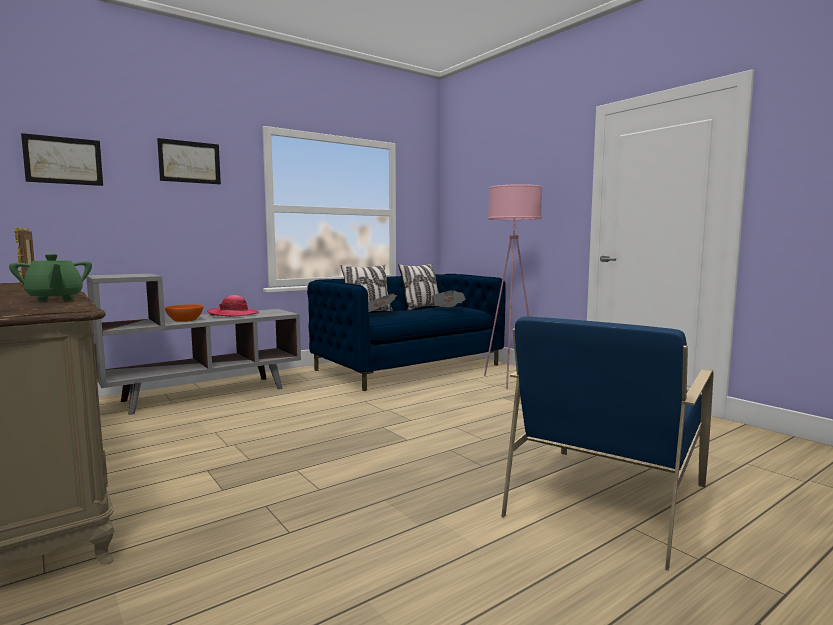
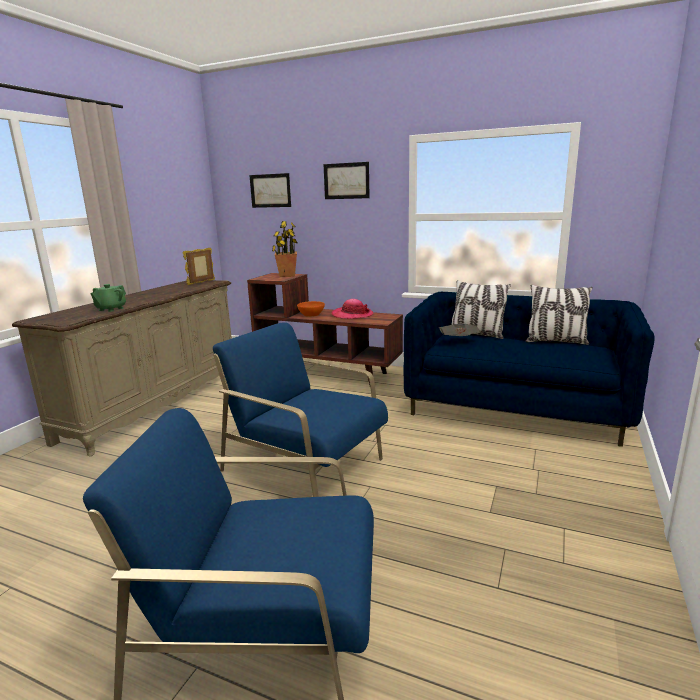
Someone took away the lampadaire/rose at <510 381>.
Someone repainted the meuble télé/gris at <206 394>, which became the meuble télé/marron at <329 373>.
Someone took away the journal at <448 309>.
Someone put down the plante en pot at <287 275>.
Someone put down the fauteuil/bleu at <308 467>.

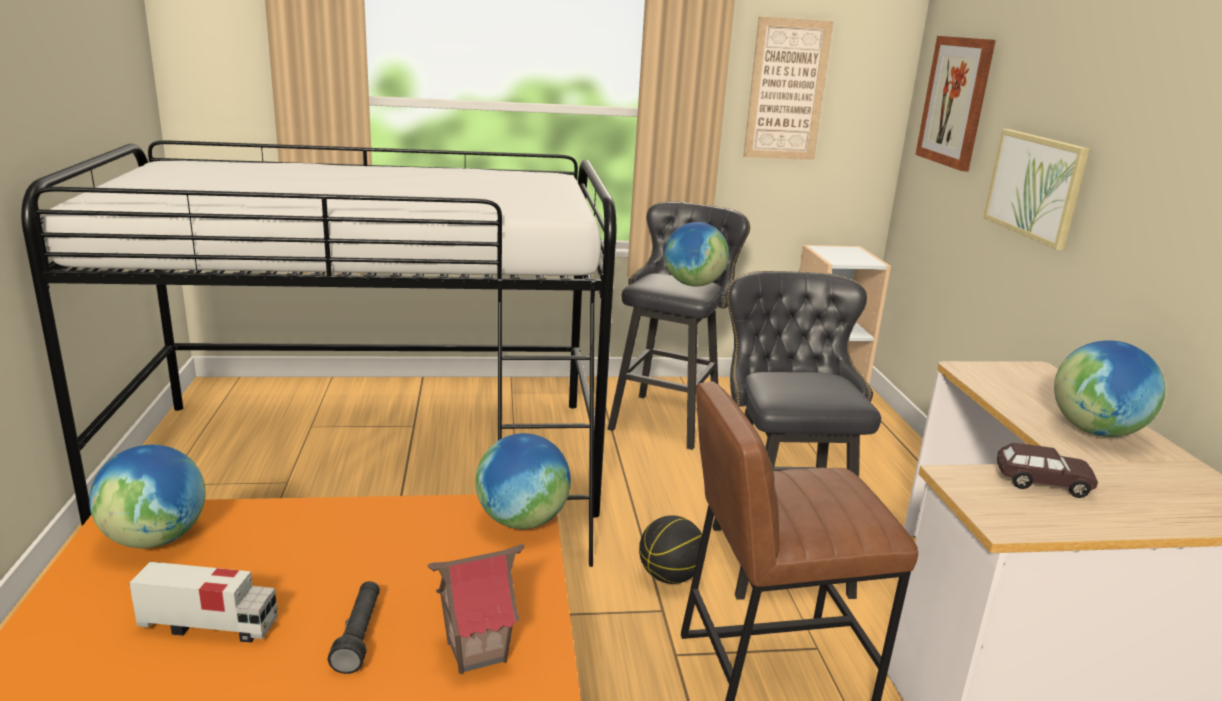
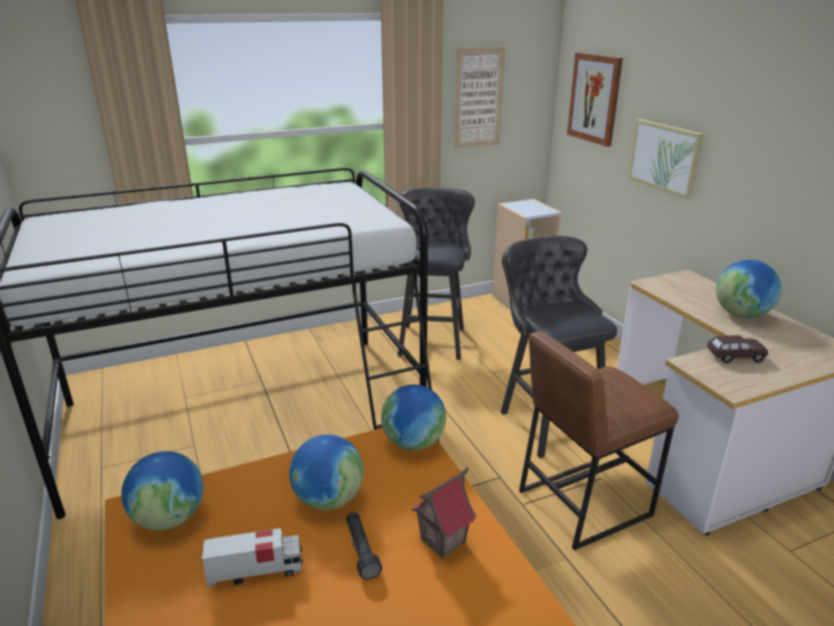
Someone carried the globe from <693 284> to <328 499>.
Someone took away the ballon de basket at <670 577>.

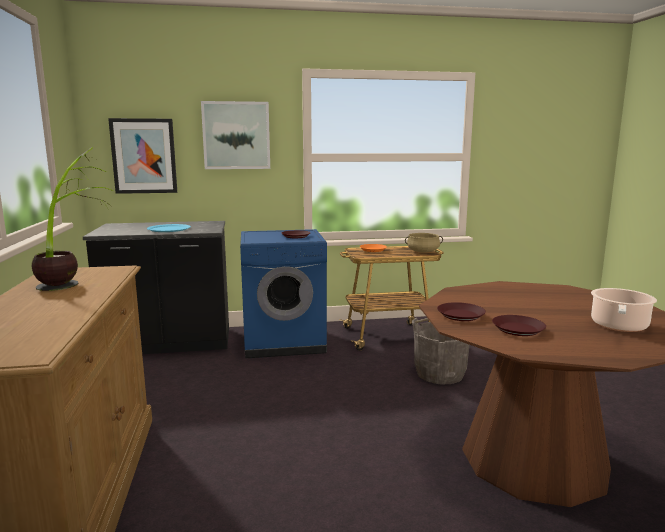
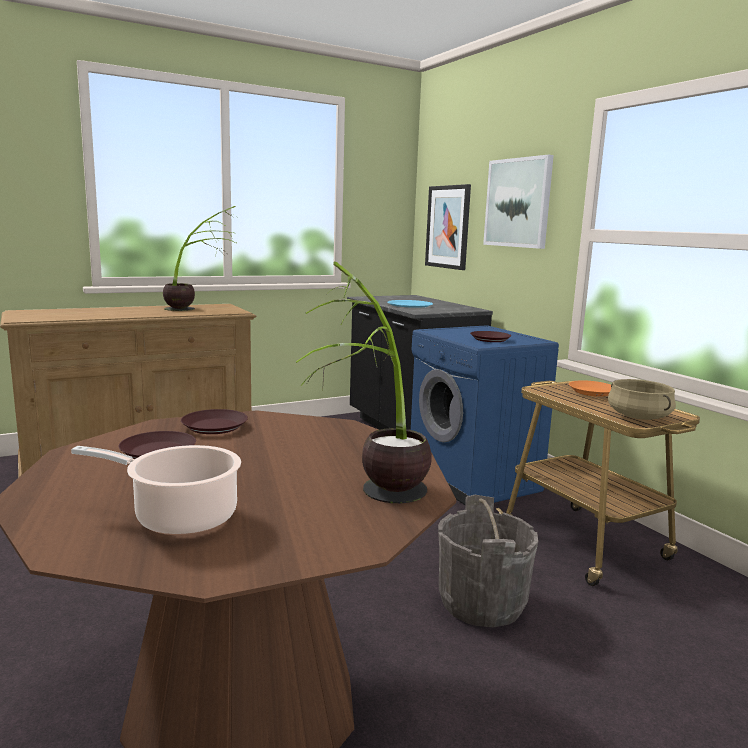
Someone put down the plante en pot at <374 503>.

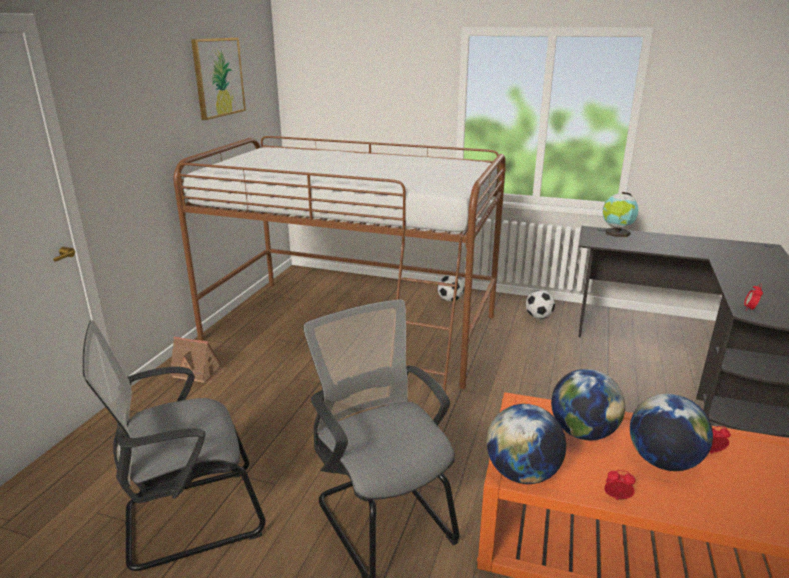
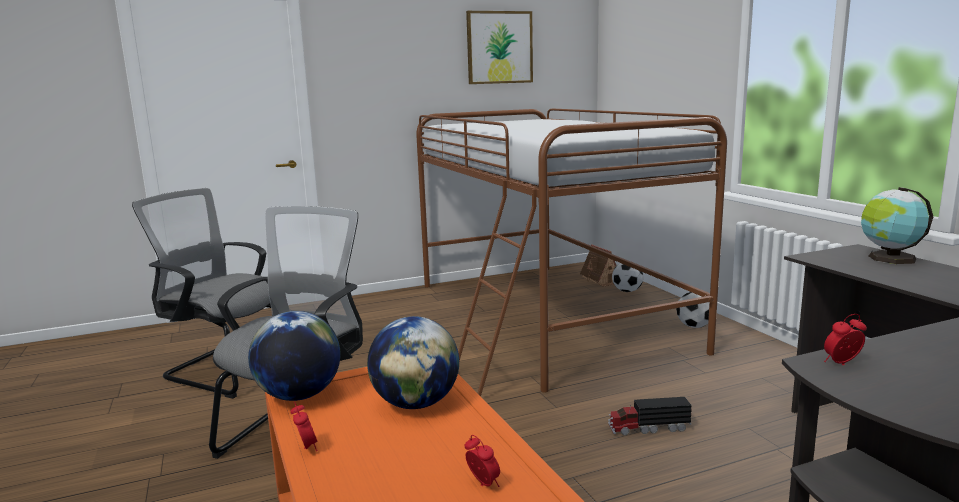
Someone carried the ballon de foot from <538 317> to <627 291>.
Someone carried the maison miniature from <198 373> to <602 279>.
Someone took away the globe at <663 461>.
Someone put down the camion jouet at <647 428>.

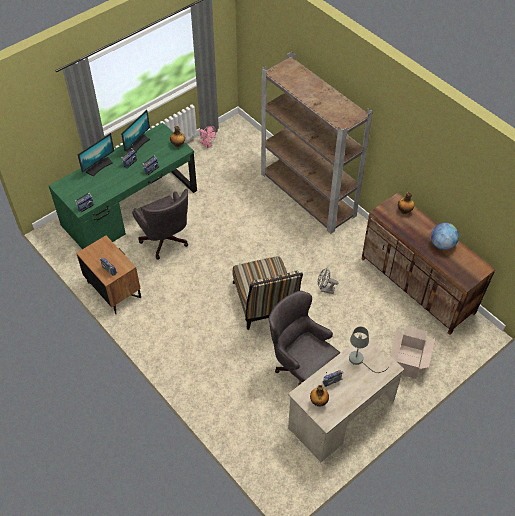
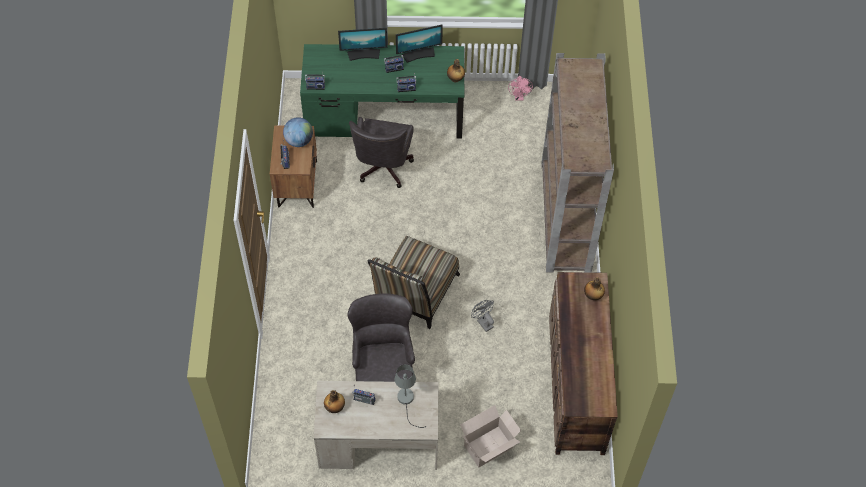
Someone carried the globe from <442 244> to <299 141>.

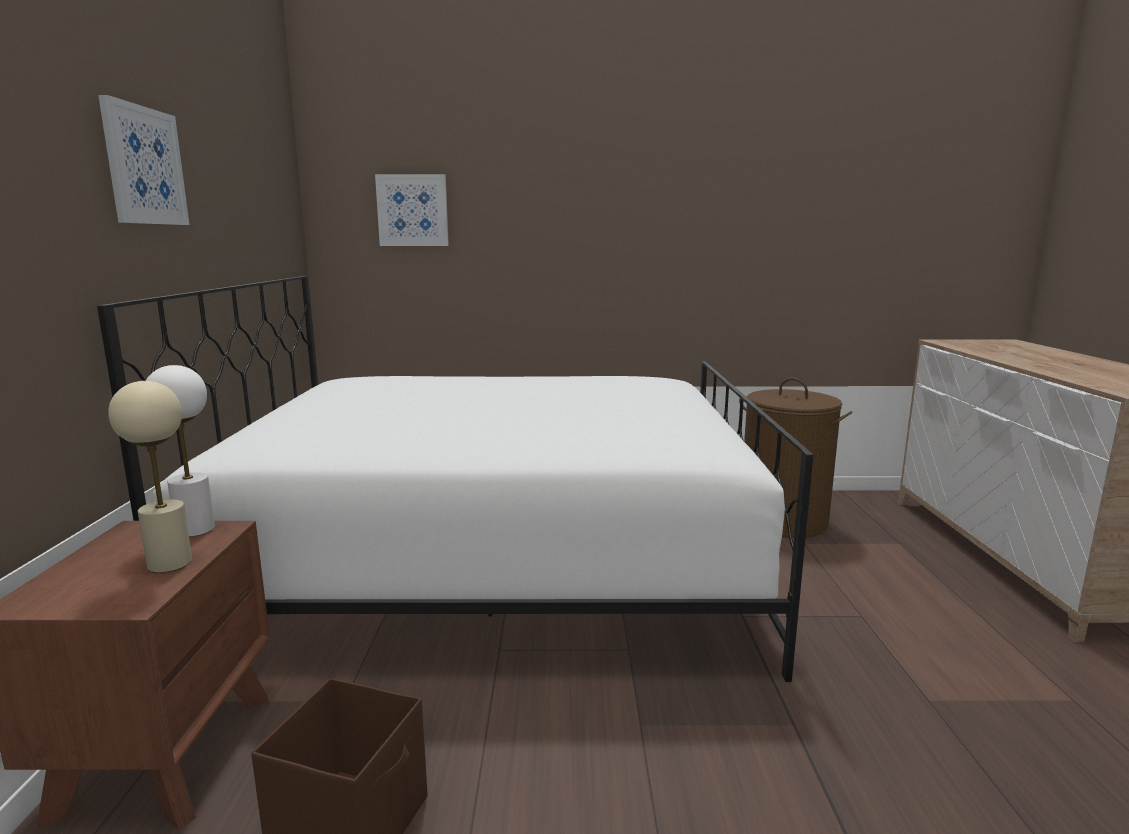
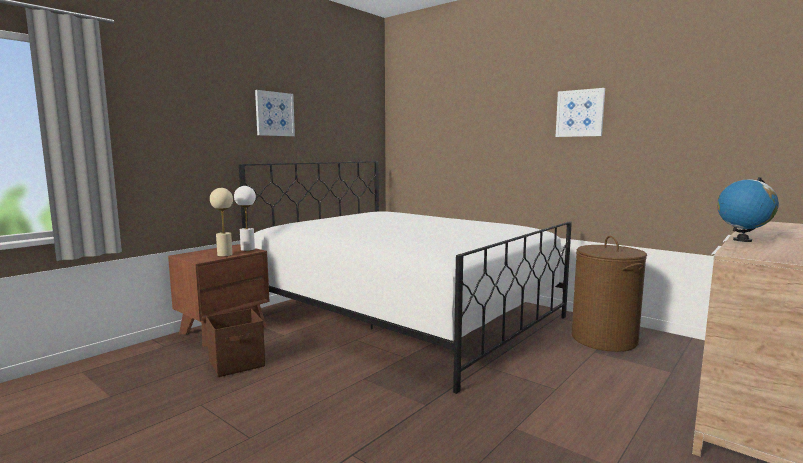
Someone carried the tableau from <413 210> to <580 113>.
Someone put down the globe at <742 240>.

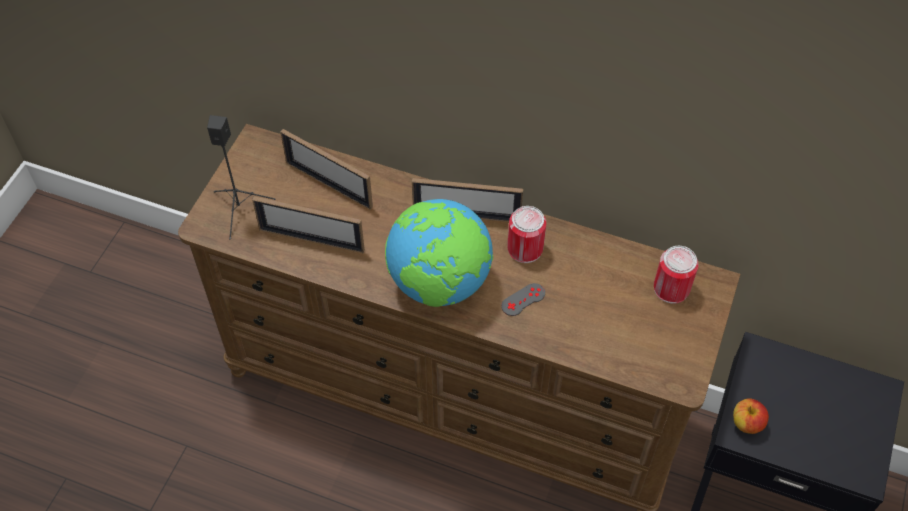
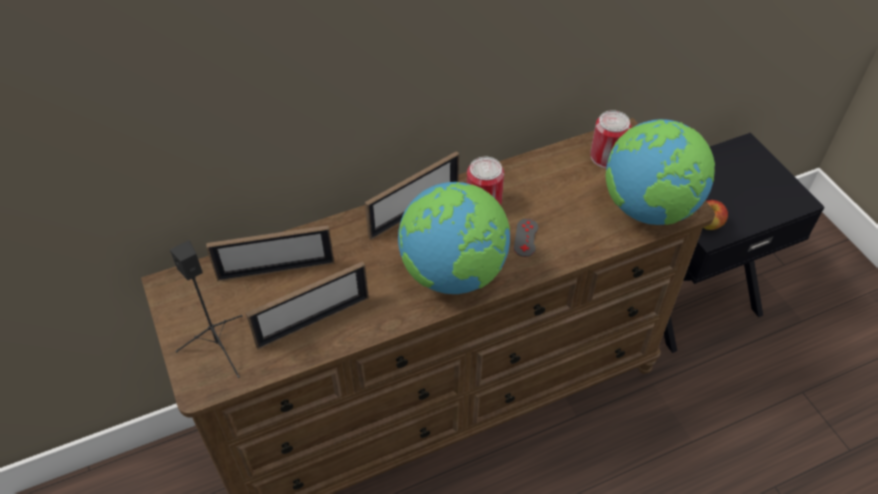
Someone put down the globe at <649 209>.

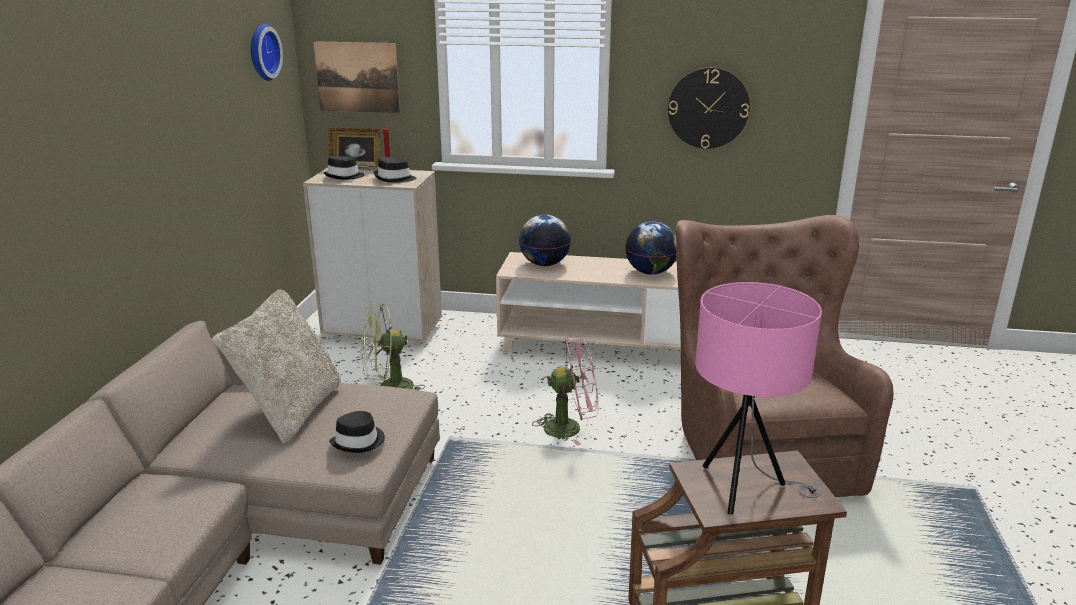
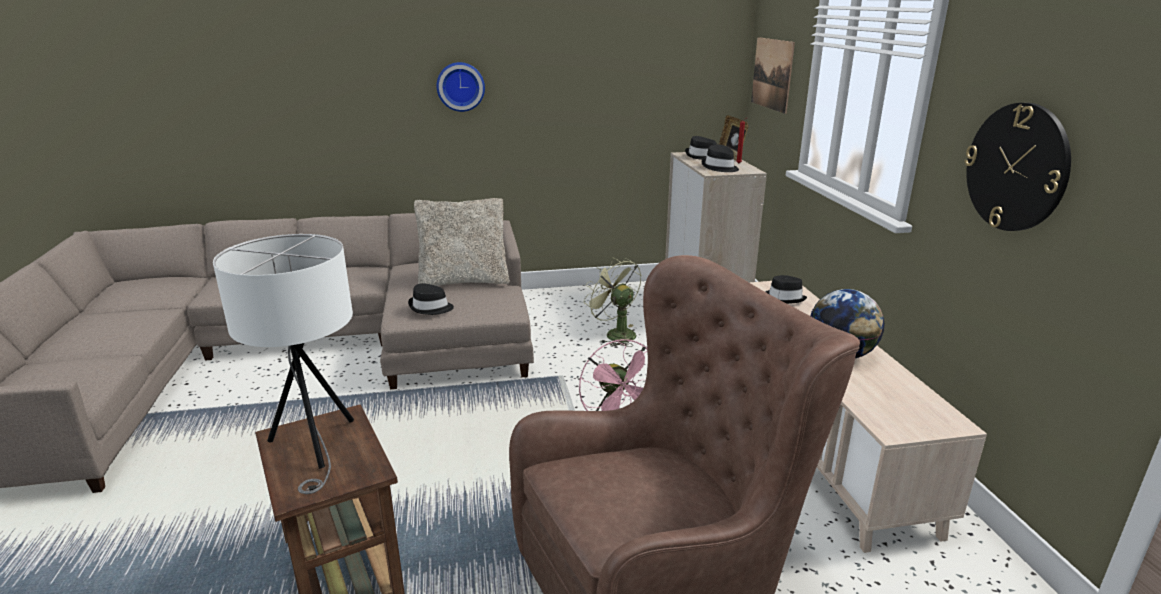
Someone carried the horloge murale from <261 52> to <460 86>.
Someone swapped the globe at <544 264> for the chapeau/noir at <784 298>.
Someone repainted the lampe de table/rose at <744 489>, which became the lampe de table/blanc at <314 447>.

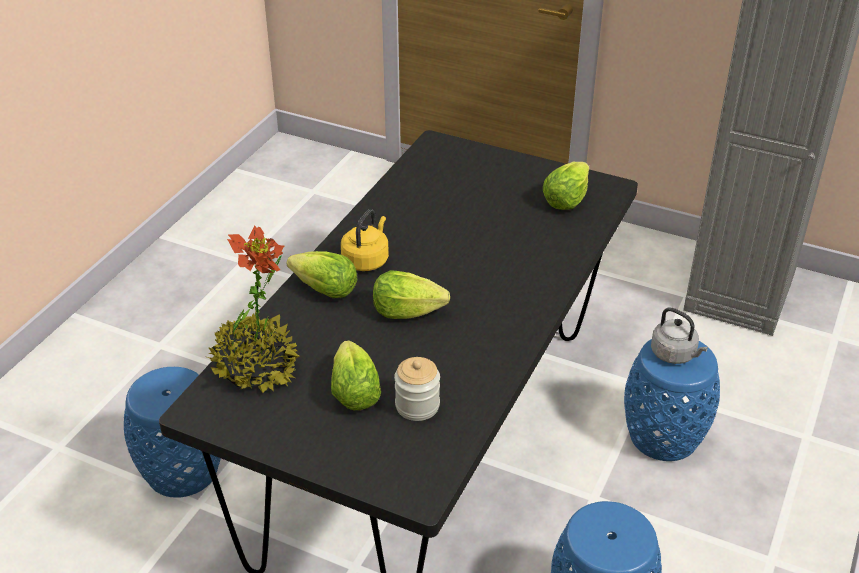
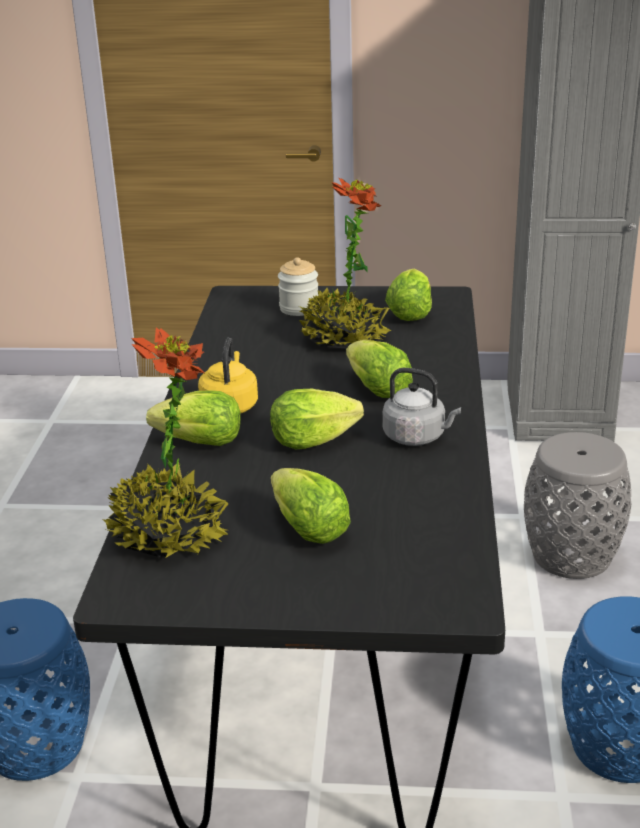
Someone carried the bouilloire/gris from <675 355> to <417 437>.
Someone repainted the tabouret/bleu at <663 437>, which became the tabouret/gris at <571 556>.
Someone carried the bocal from <417 406> to <299 308>.
Someone put down the plante en pot at <343 338>.
Someone put down the laitue at <377 390>.

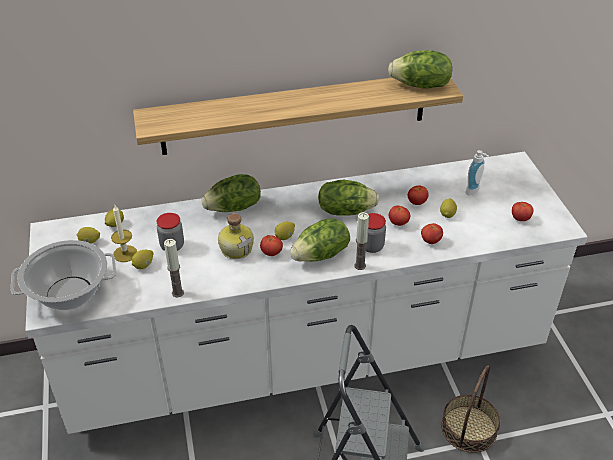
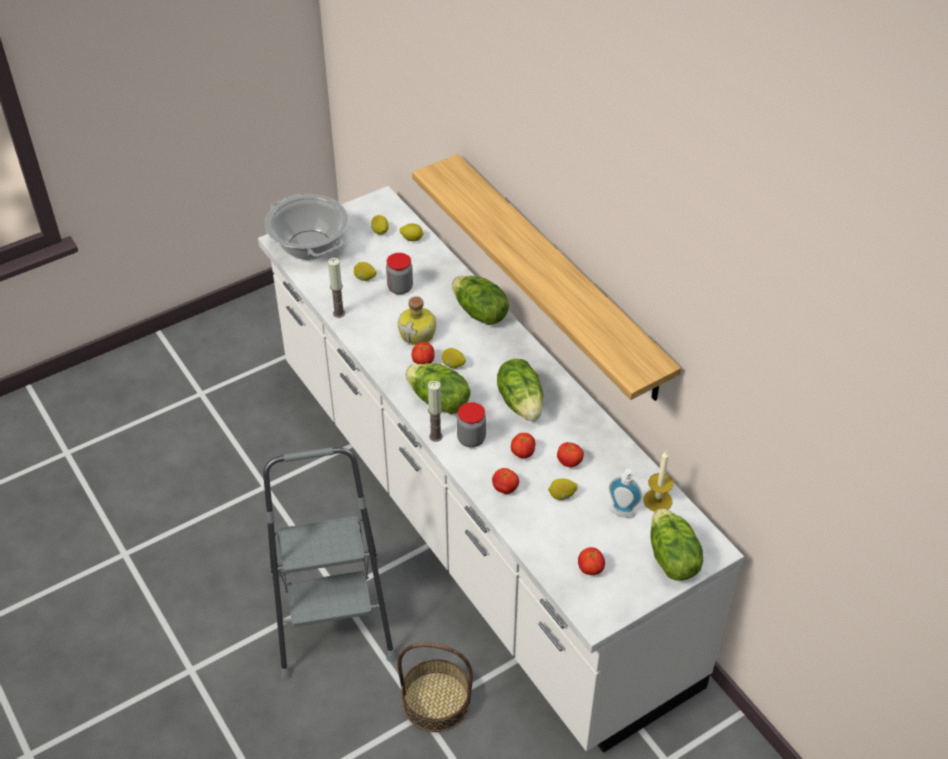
Someone carried the laitue from <421 85> to <671 558>.
Someone carried the bougie from <125 253> to <657 500>.

